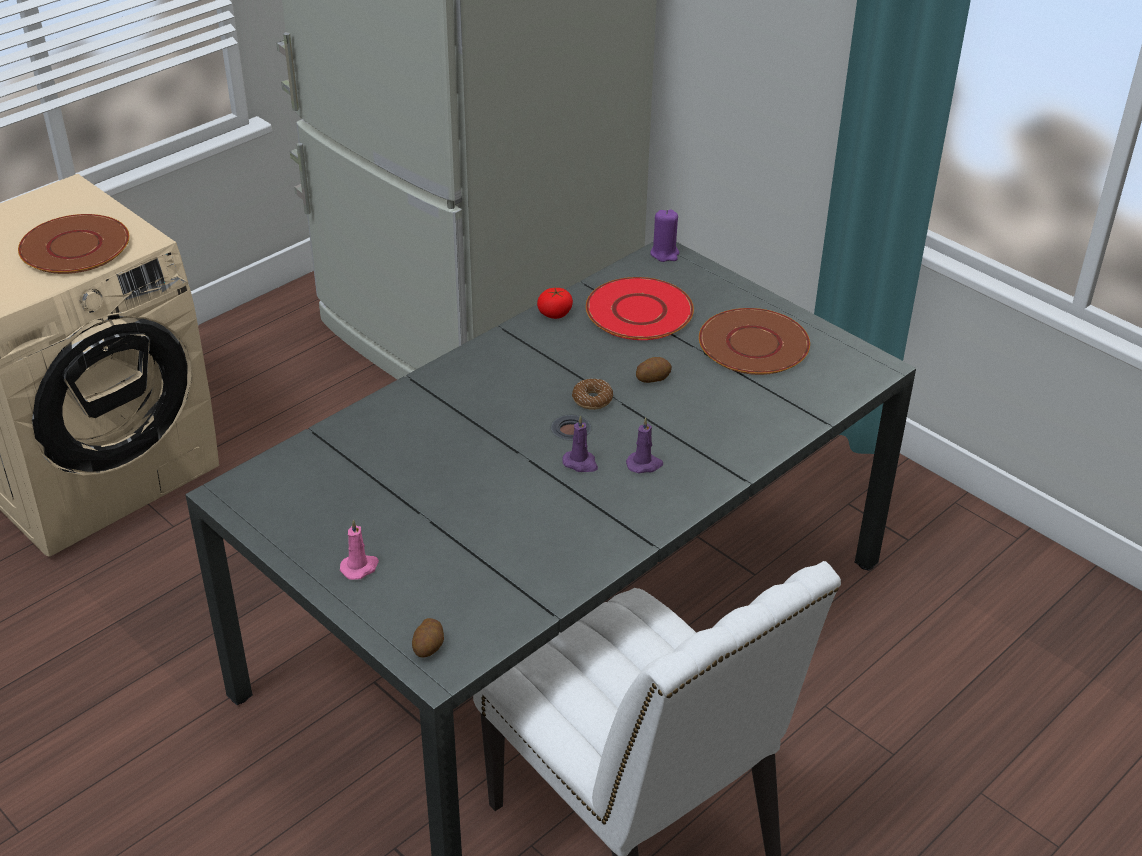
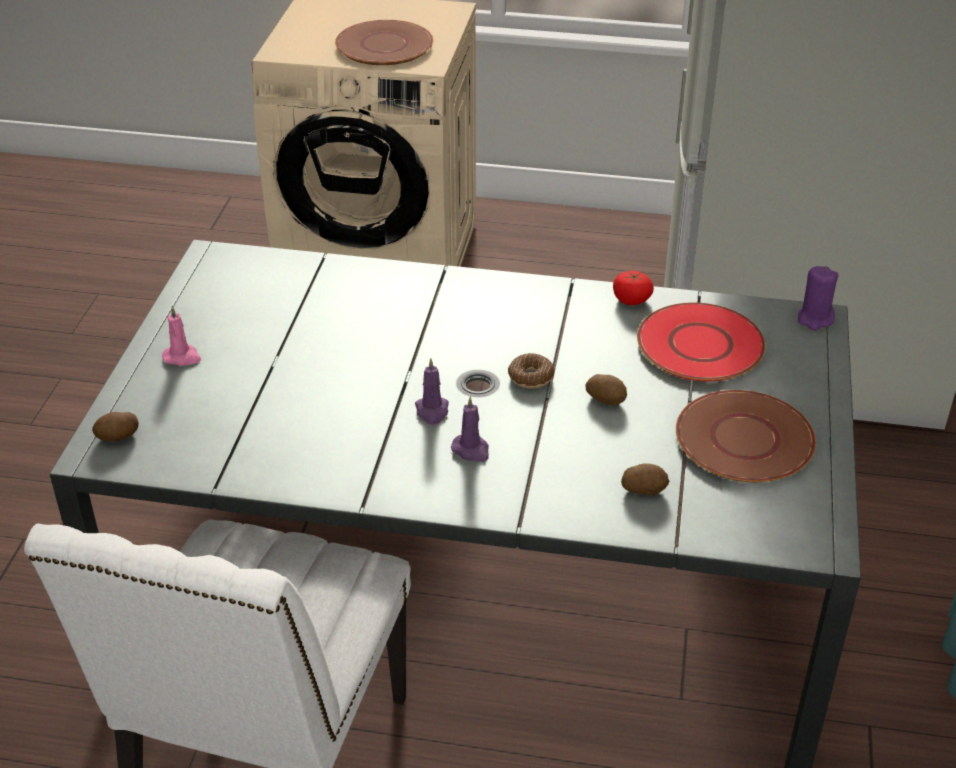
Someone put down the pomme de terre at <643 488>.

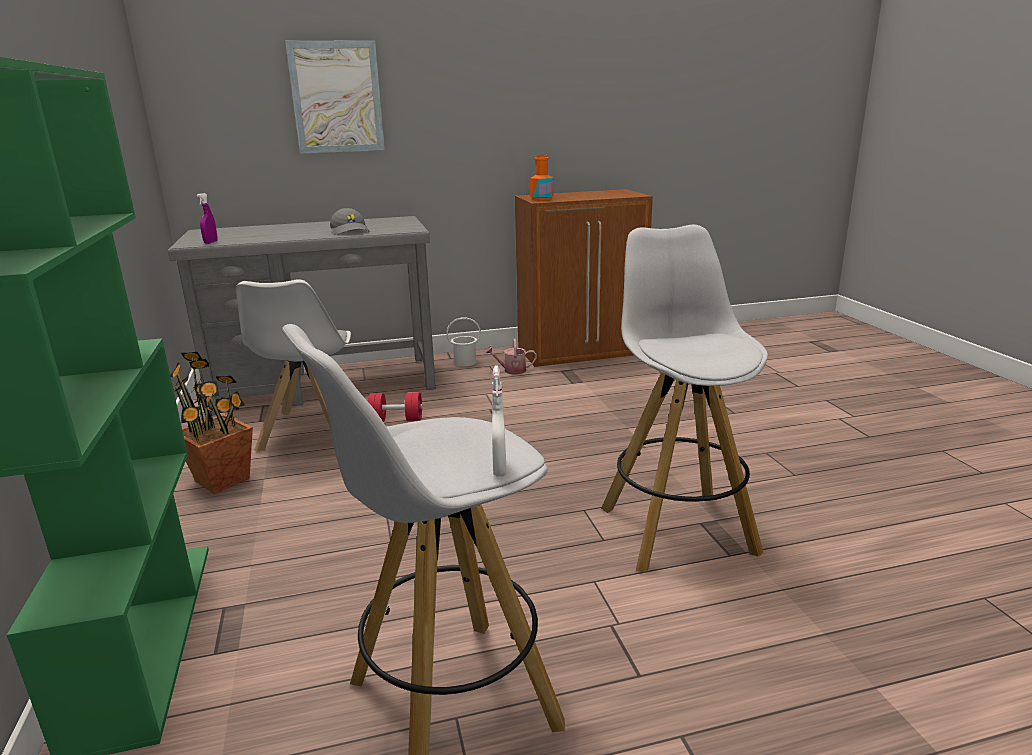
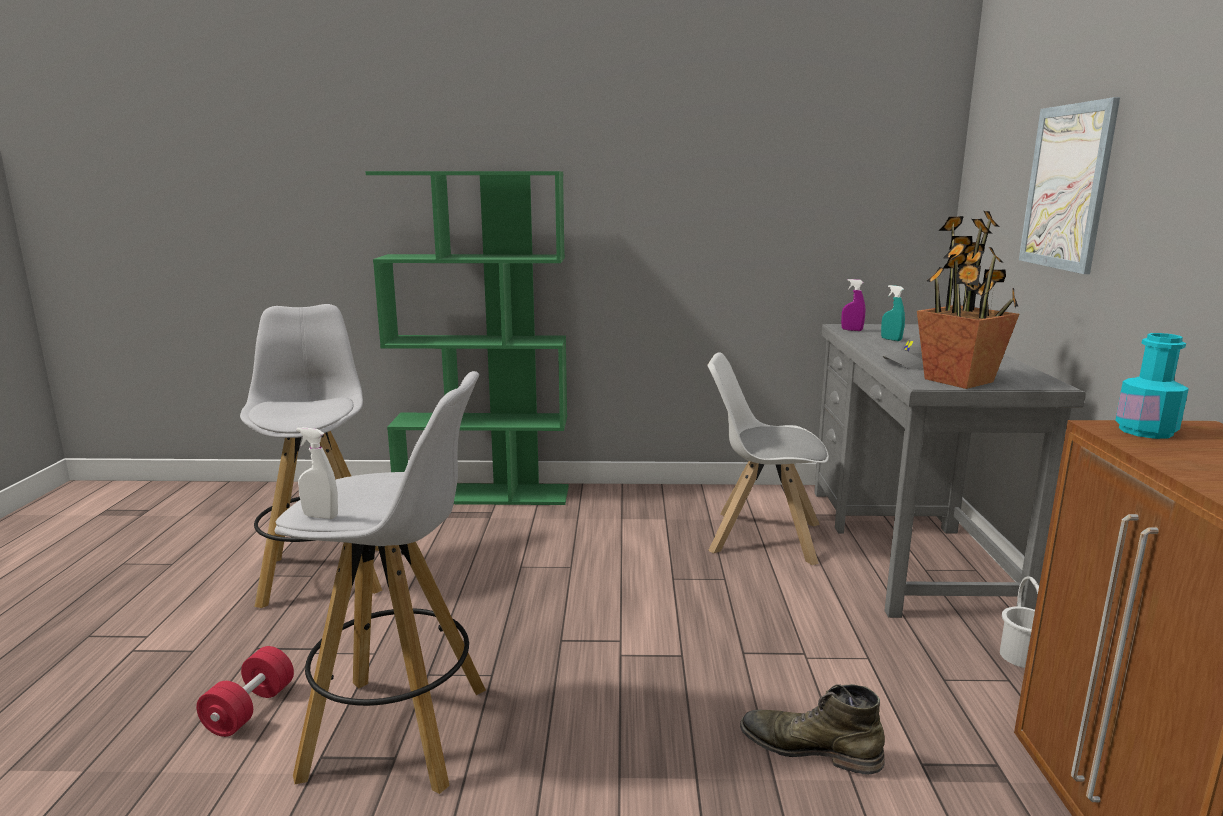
Someone repainted the bouteille/orange at <541 199>, which became the bouteille/turquoise at <1145 431>.
Someone took away the arrosoir at <511 370>.
Someone carried the plante en pot from <223 480> to <958 380>.
Someone carried the vaporisateur/blanc from <499 468> to <320 516>.
Someone carried the haltère/rouge from <396 420> to <250 709>.
Someone put down the vaporisateur/turquoise at <891 339>.
Someone put down the botte/vert at <809 748>.

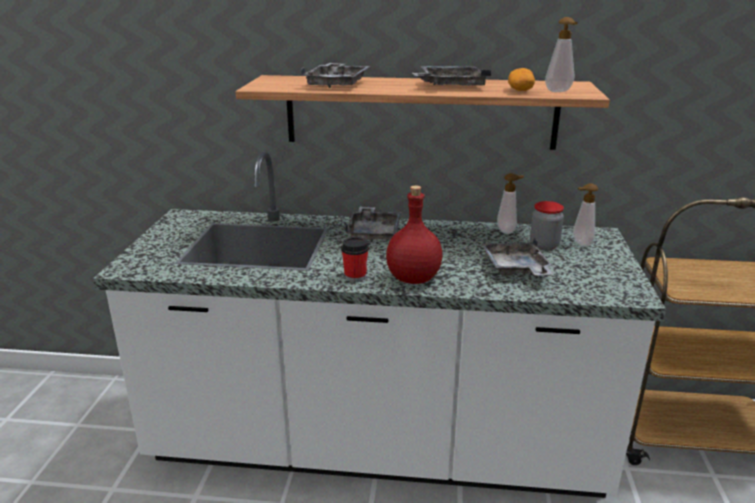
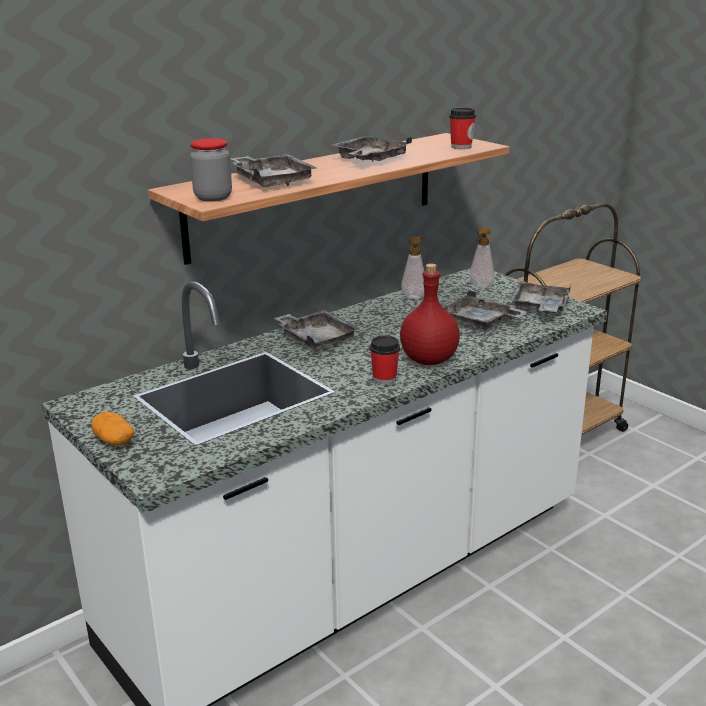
Someone swapped the distributeur de savon at <559 91> for the tasse at <461 147>.
Someone carried the pomme de terre from <520 91> to <113 441>.
Someone carried the bocal from <544 245> to <213 197>.
Someone put down the plateau/gris at <539 308>.

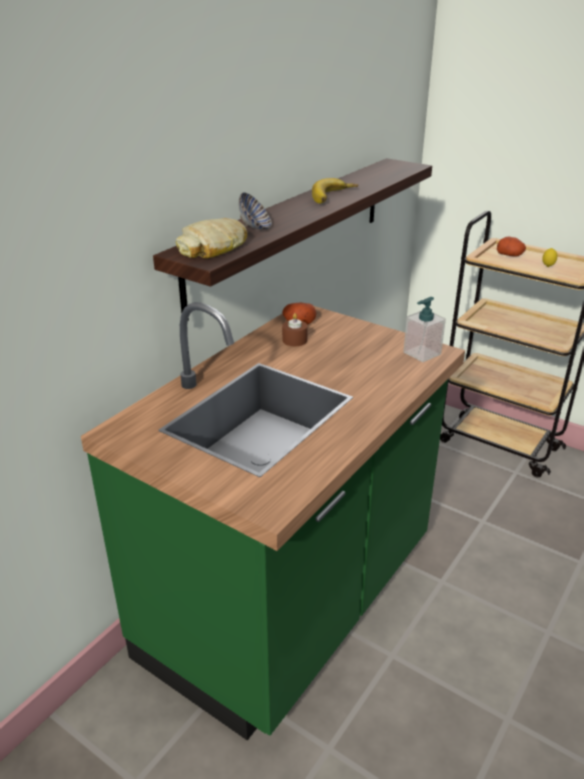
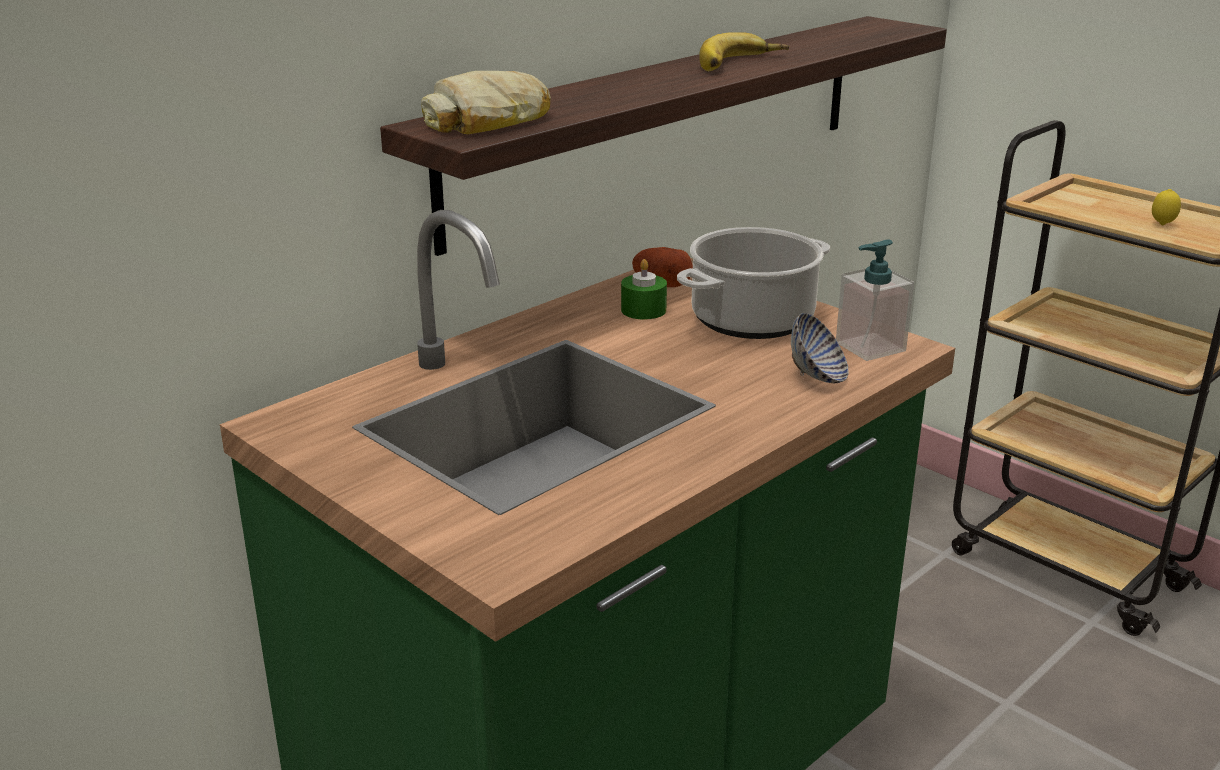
Someone carried the bol from <255 227> to <817 376>.
Someone took away the pomme de terre at <510 255>.
Someone repainted the bougie/marron at <294 340>, which became the bougie/vert at <643 310>.
Someone put down the marmite at <753 319>.

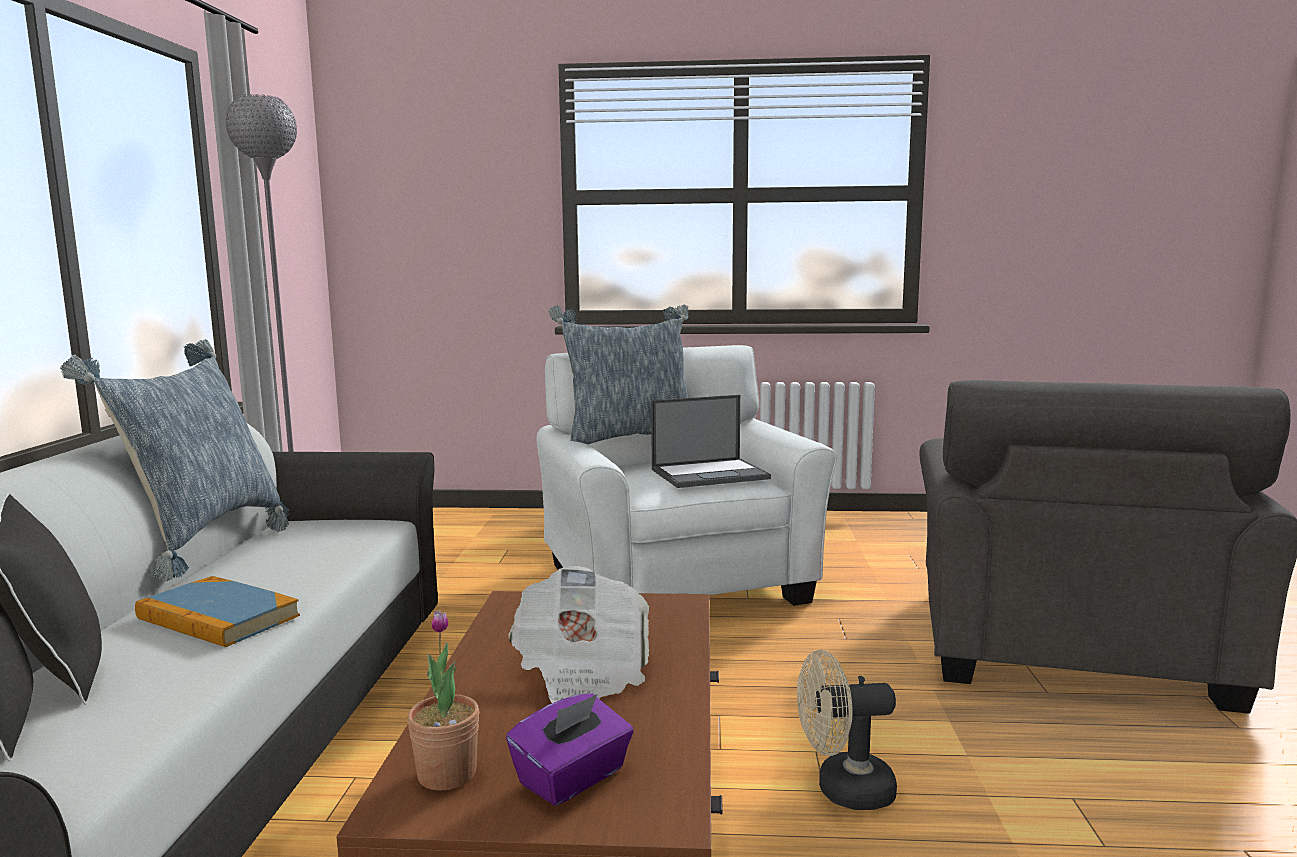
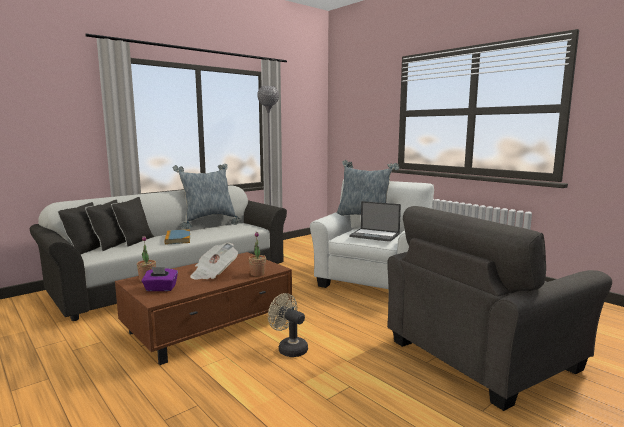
Someone put down the plante en pot at <257 274>.

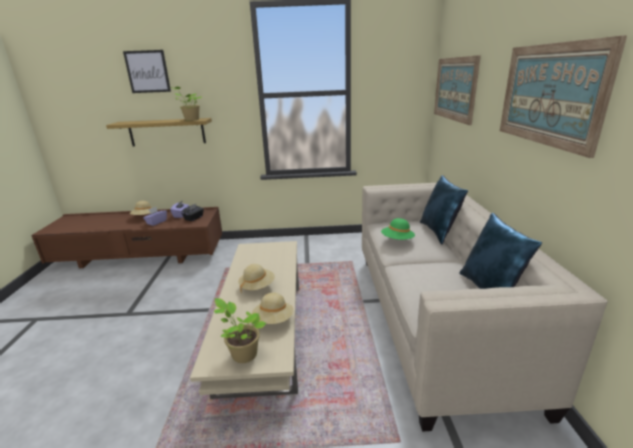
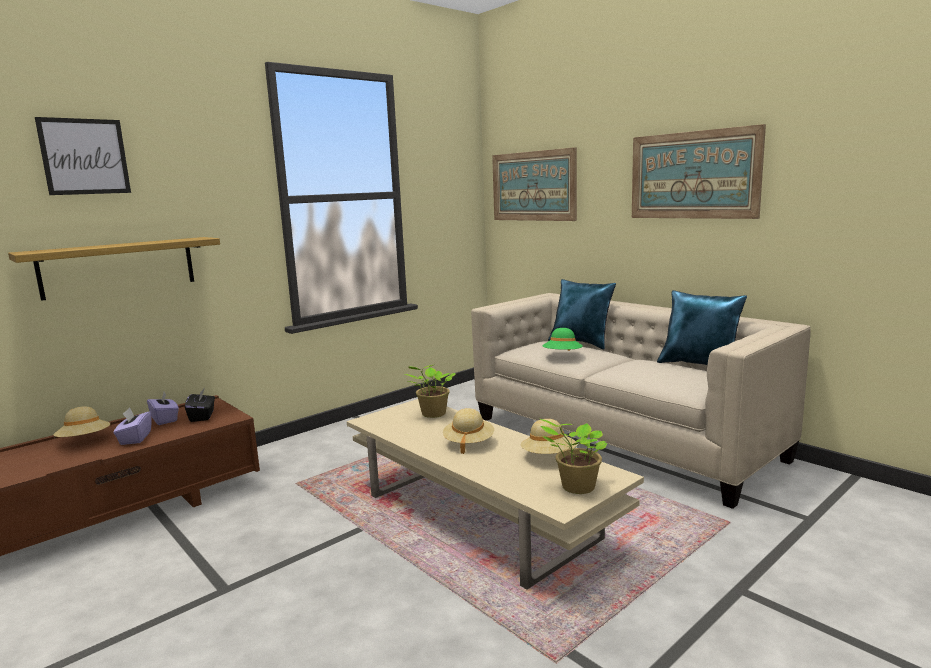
Someone carried the plante en pot from <191 120> to <432 414>.

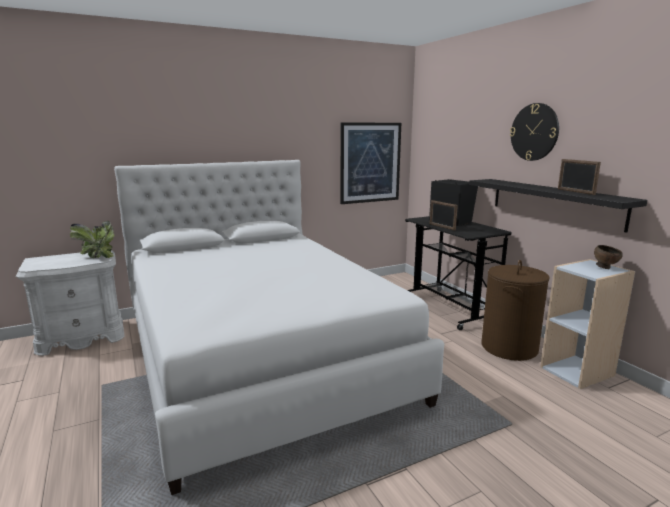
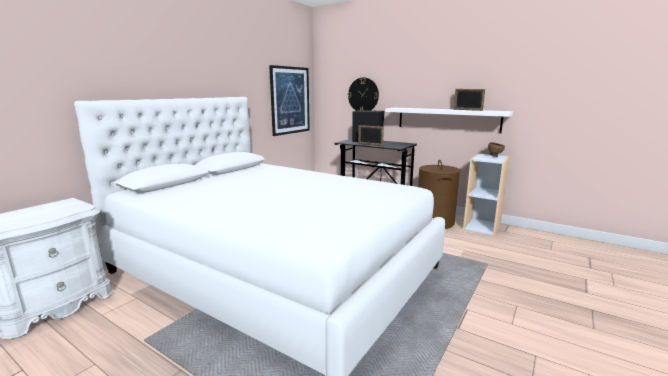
Someone carried the horloge murale from <534 132> to <363 95>.
Someone repainted the étagère/noir at <554 202>, which became the étagère/blanc at <447 119>.
Someone took away the plante en pot at <99 257>.

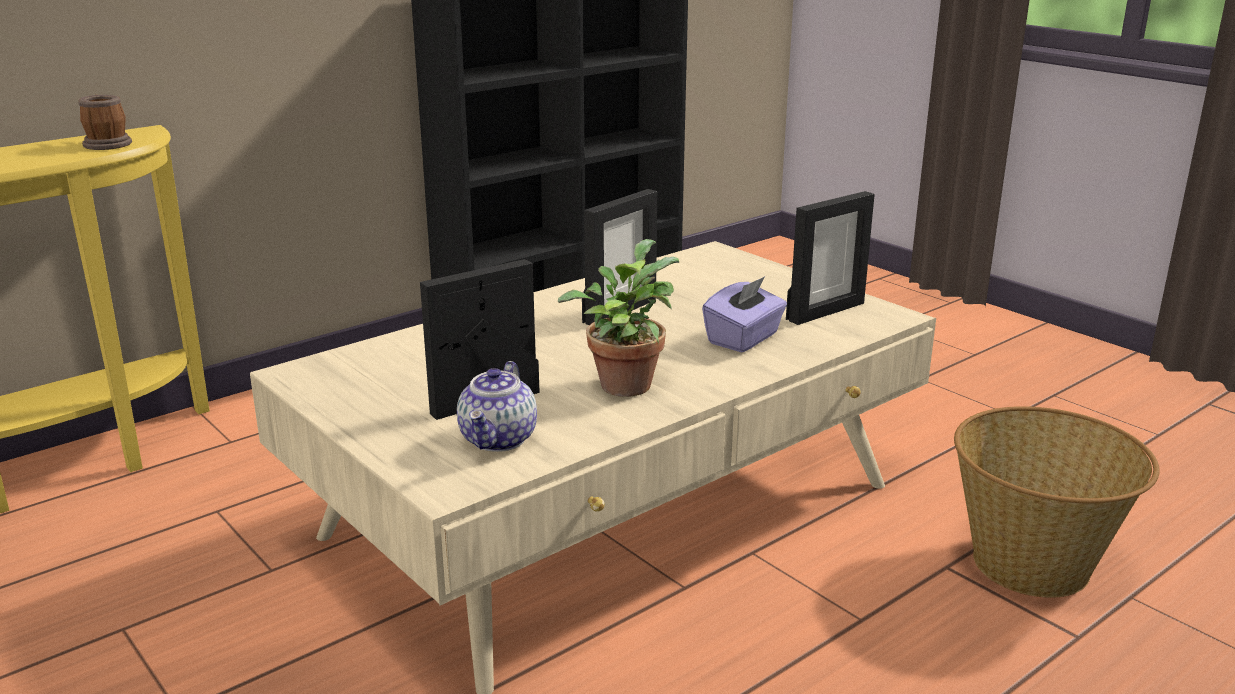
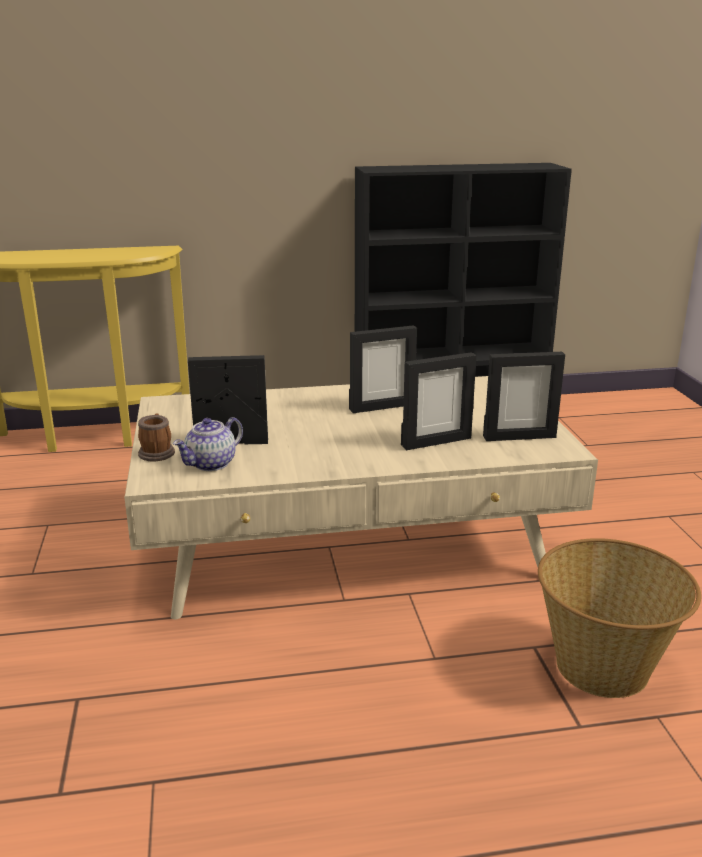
Someone carried the mug from <106 143> to <157 452>.
Someone took away the plante en pot at <625 382>.
Someone swapped the boîte à mouchoirs/violet at <744 339> for the cadre photo at <436 441>.

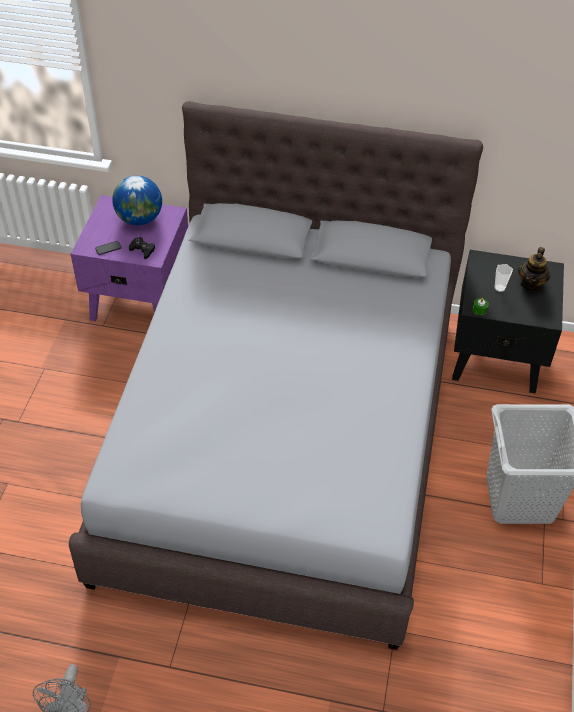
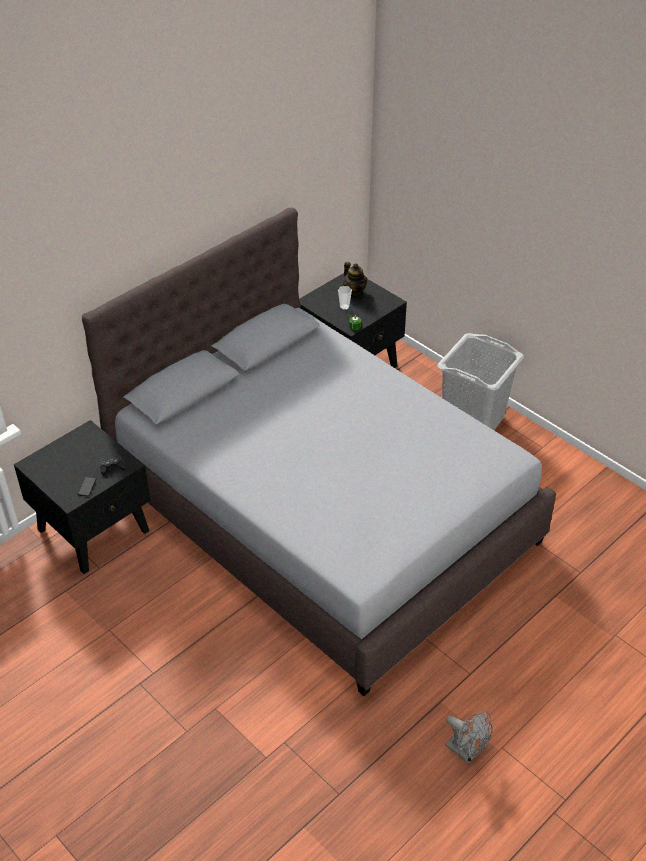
Someone took away the globe at <139 219>.
Someone repainted the table de chevet/violet at <140 299>, which became the table de chevet/noir at <94 529>.

